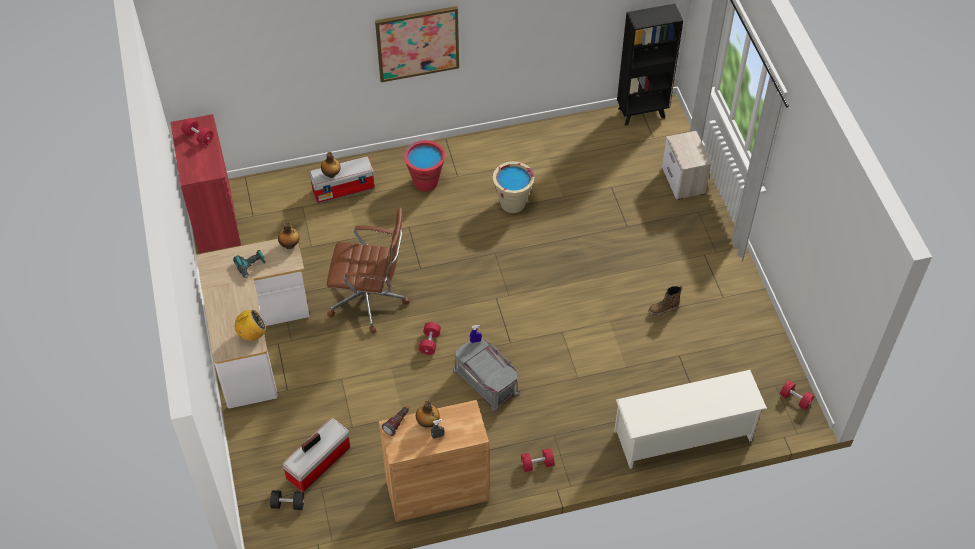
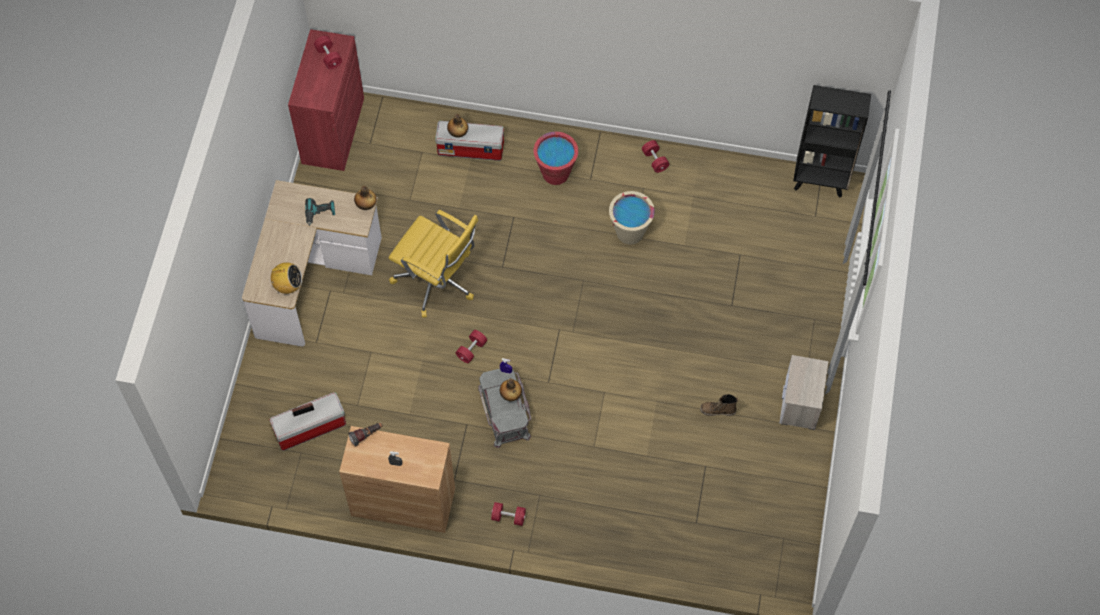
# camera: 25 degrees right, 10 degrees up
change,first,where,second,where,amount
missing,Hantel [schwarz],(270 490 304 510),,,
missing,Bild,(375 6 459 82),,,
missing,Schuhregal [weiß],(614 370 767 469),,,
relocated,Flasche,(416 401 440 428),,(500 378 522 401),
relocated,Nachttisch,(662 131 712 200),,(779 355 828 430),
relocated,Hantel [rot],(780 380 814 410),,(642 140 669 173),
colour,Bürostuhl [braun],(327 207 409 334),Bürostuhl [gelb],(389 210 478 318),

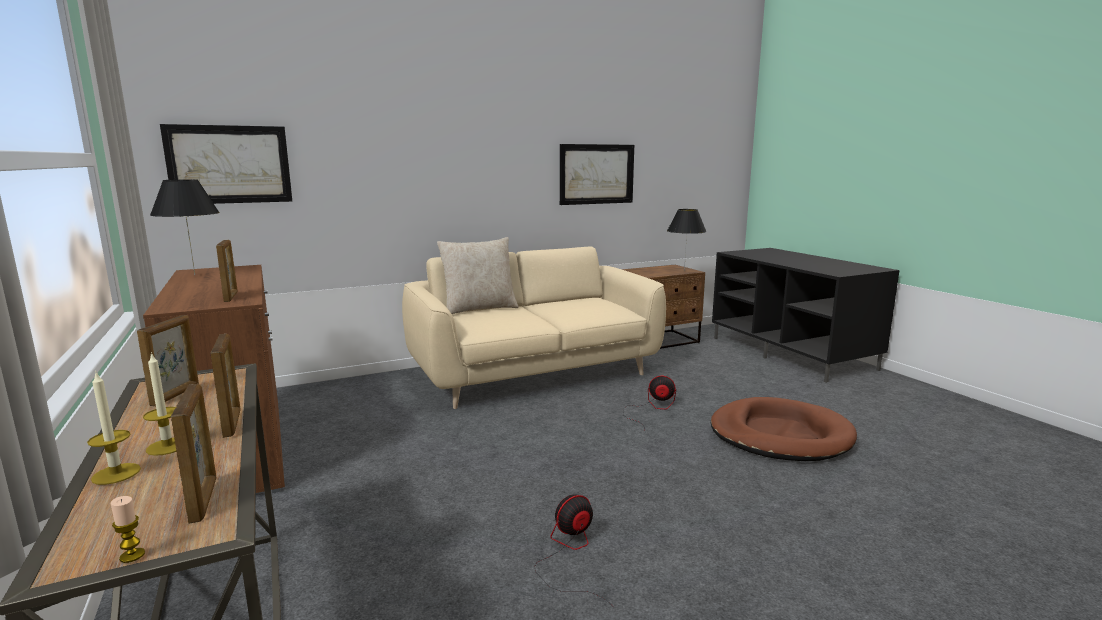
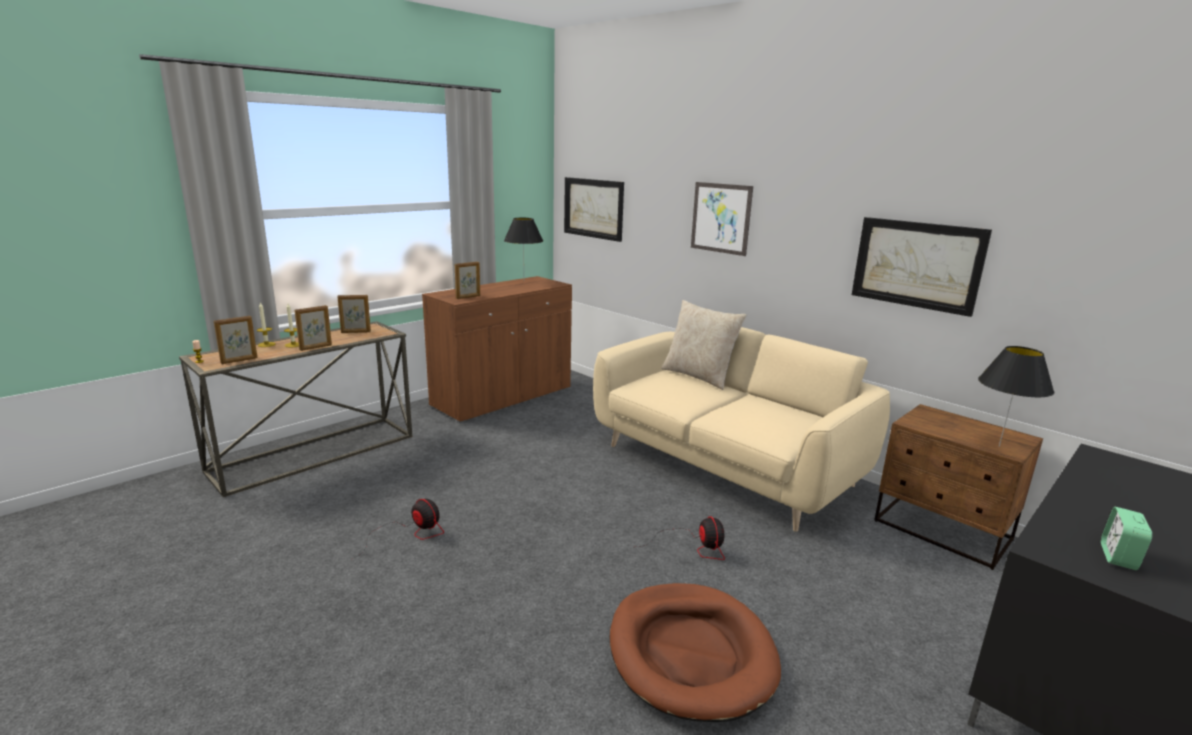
# camera: 70 degrees right, 5 degrees up
change,first,where,second,where,amount
appeared,,,Bild,(691 182 753 256),
appeared,,,Wecker,(1101 507 1152 570),

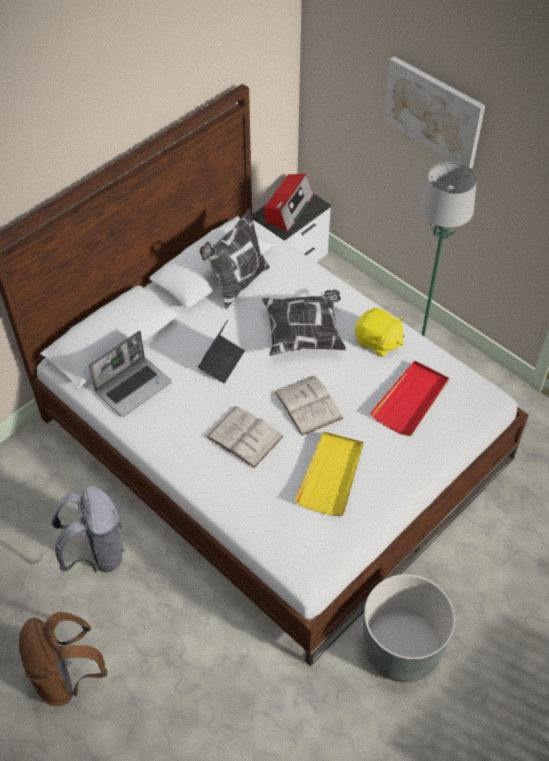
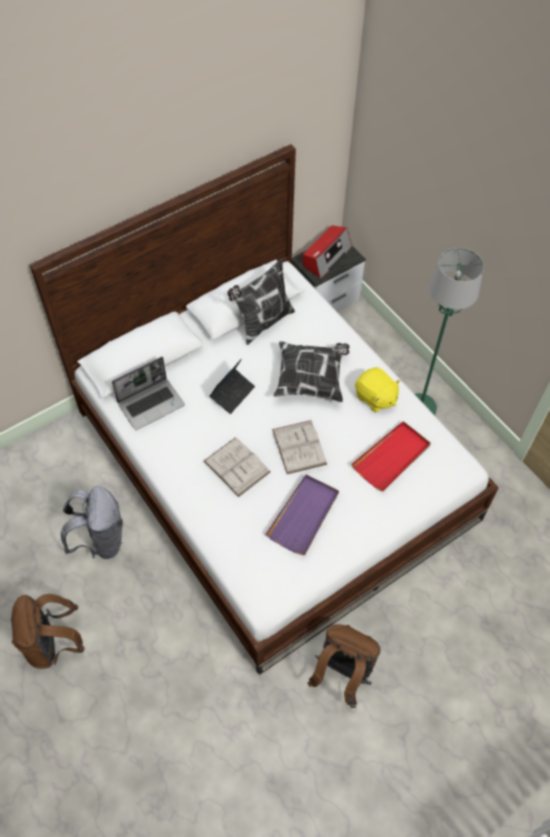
# camera: 10 degrees right, 5 degrees up
change,first,where,second,where,amount
missing,Bild,(383 56 485 168),,,
exchanged,Pflanzkübel [grau],(363 574 455 683),Rucksack [braun],(307 624 380 708),
colour,Tablett [gelb],(294 432 364 516),Tablett [lila],(265 475 339 555),

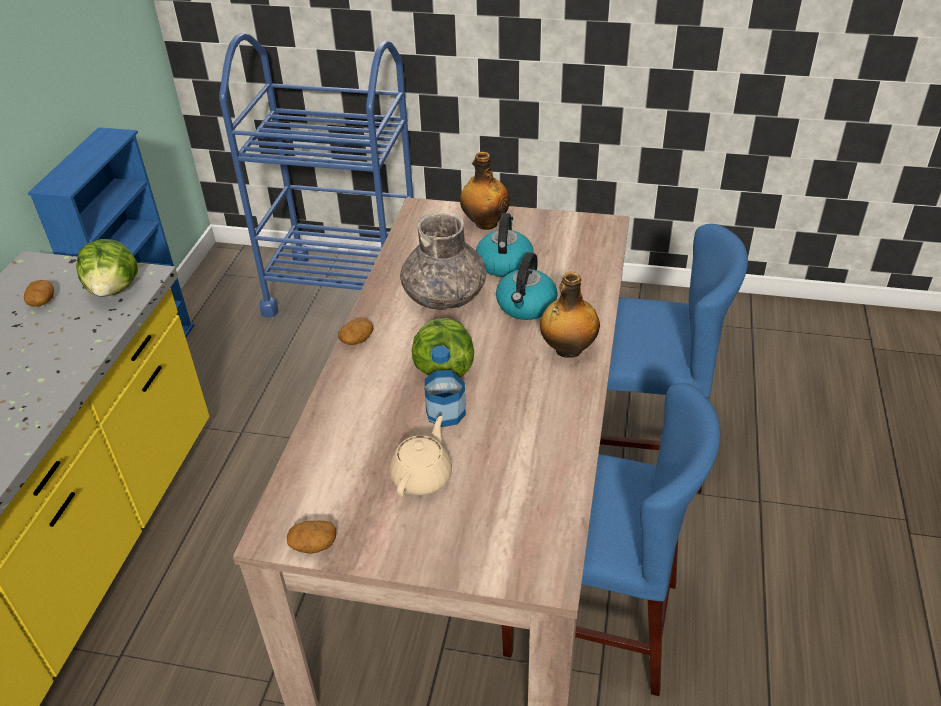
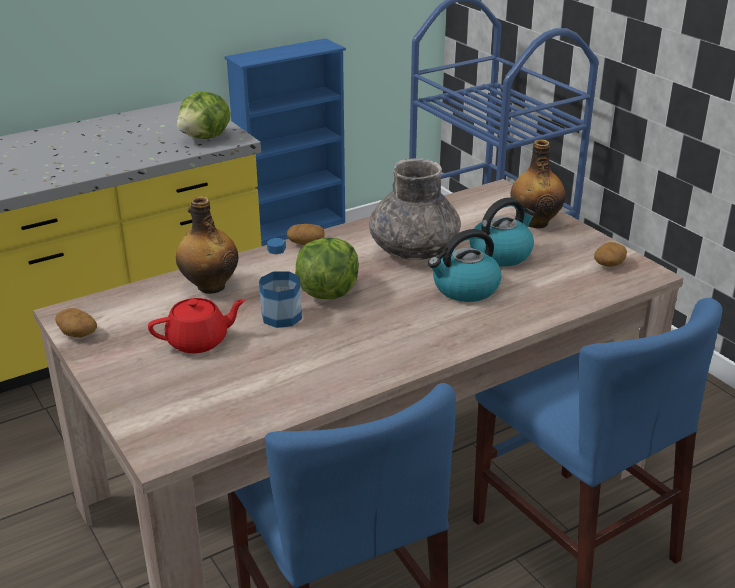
# camera: 45 degrees right, 10 degrees down
change,first,where,second,where,amount
relocated,Kartoffel,(24 280 54 307),,(594 242 627 267),
relocated,Flasche,(540 272 600 358),,(176 196 238 294),
colour,Teekanne [beige],(390 416 452 497),Teekanne [rot],(148 298 246 353),

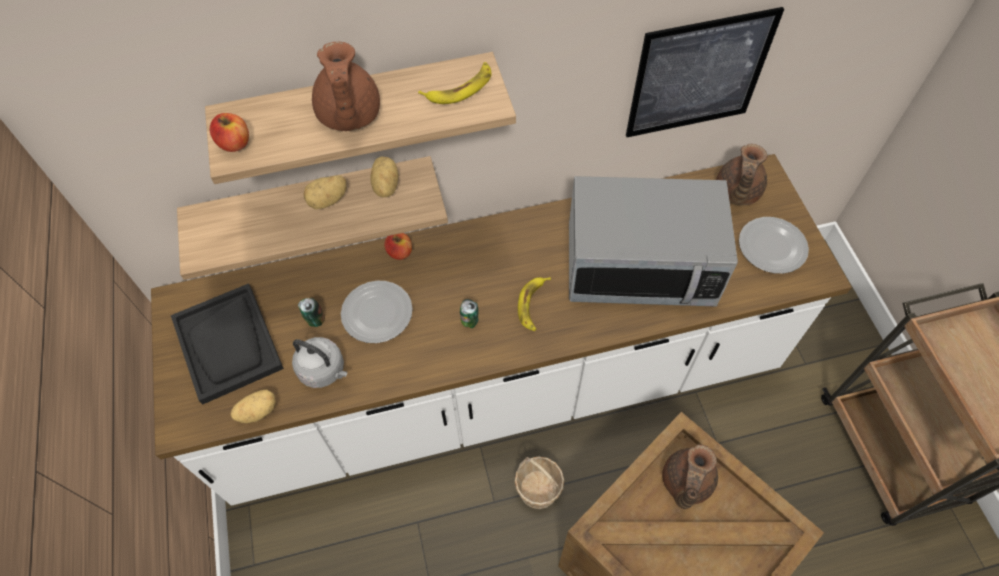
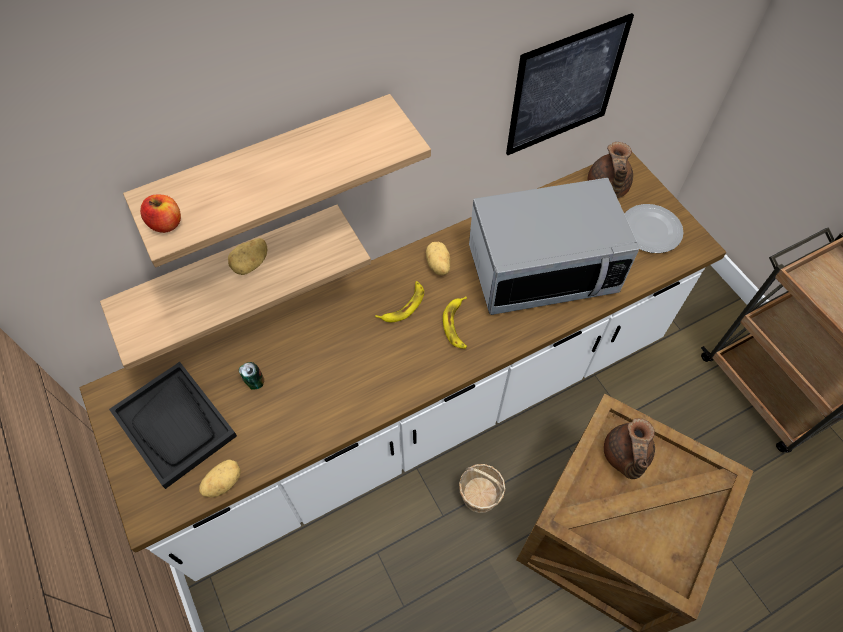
# camera: 15 degrees left, 0 degrees up
change,first,where,second,where,amount
missing,Wasserkessel [grau],(292 337 347 388),,,
missing,Teekanne [braun],(312 42 380 131),,,
missing,Teller,(341 281 413 343),,,
missing,Apfel,(384 233 412 260),,,
missing,Dose,(460 299 479 328),,,
relocated,Kartoffel,(370 156 399 197),,(426 242 451 275),
relocated,Banane,(418 62 492 104),,(375 281 424 322),

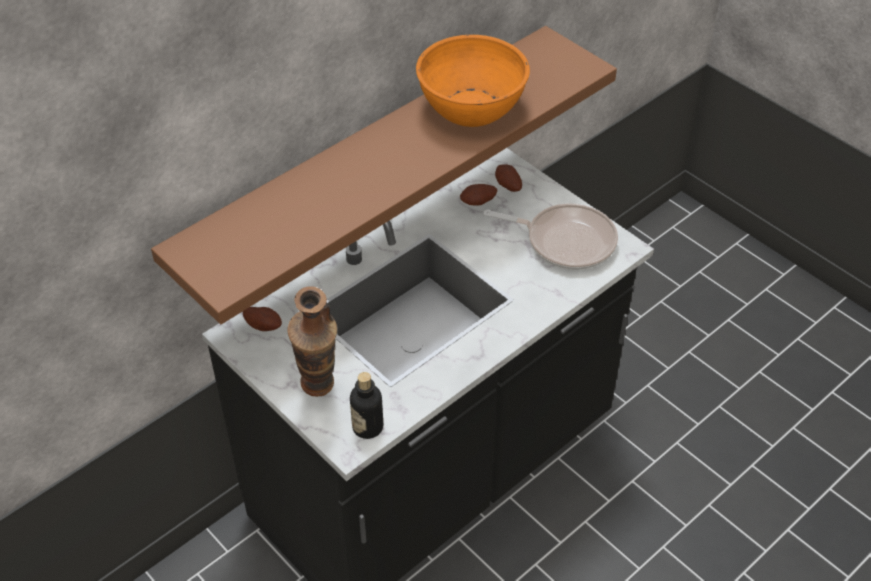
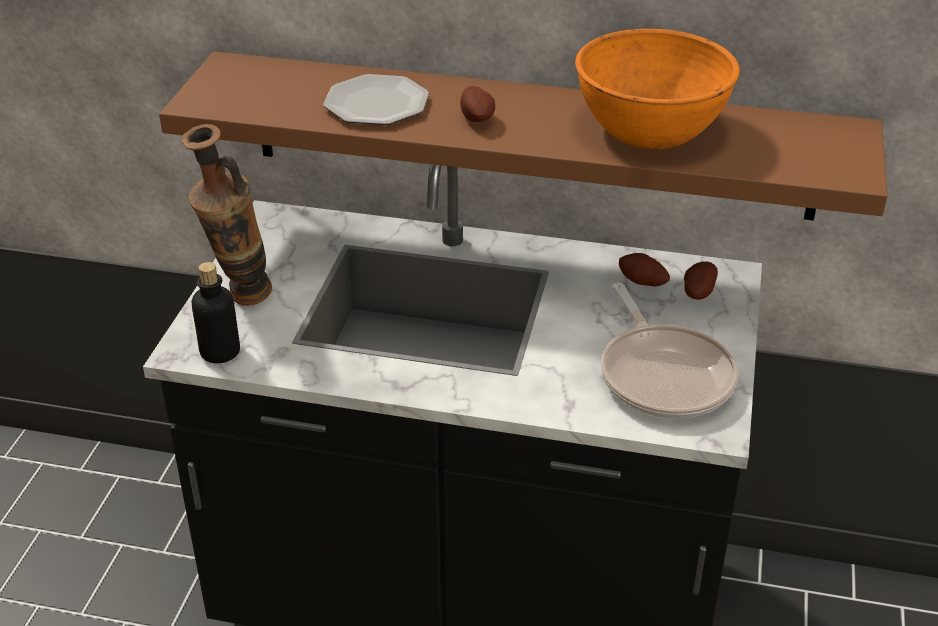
# camera: 55 degrees right, 10 degrees down
change,first,where,second,where,amount
appeared,,,Teller,(323 74 429 125),
relocated,Kartoffel,(243 307 282 331),,(460 86 495 122),

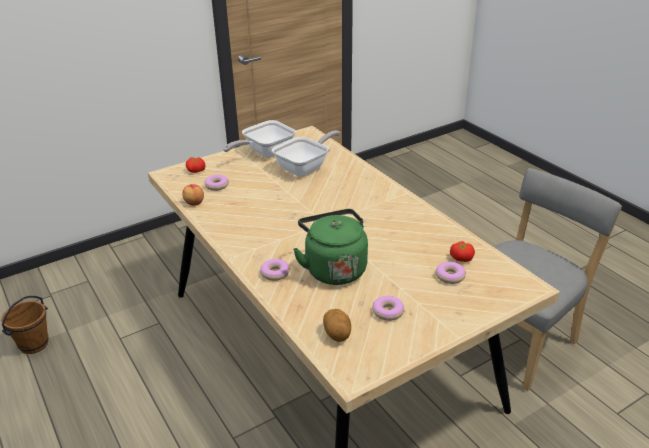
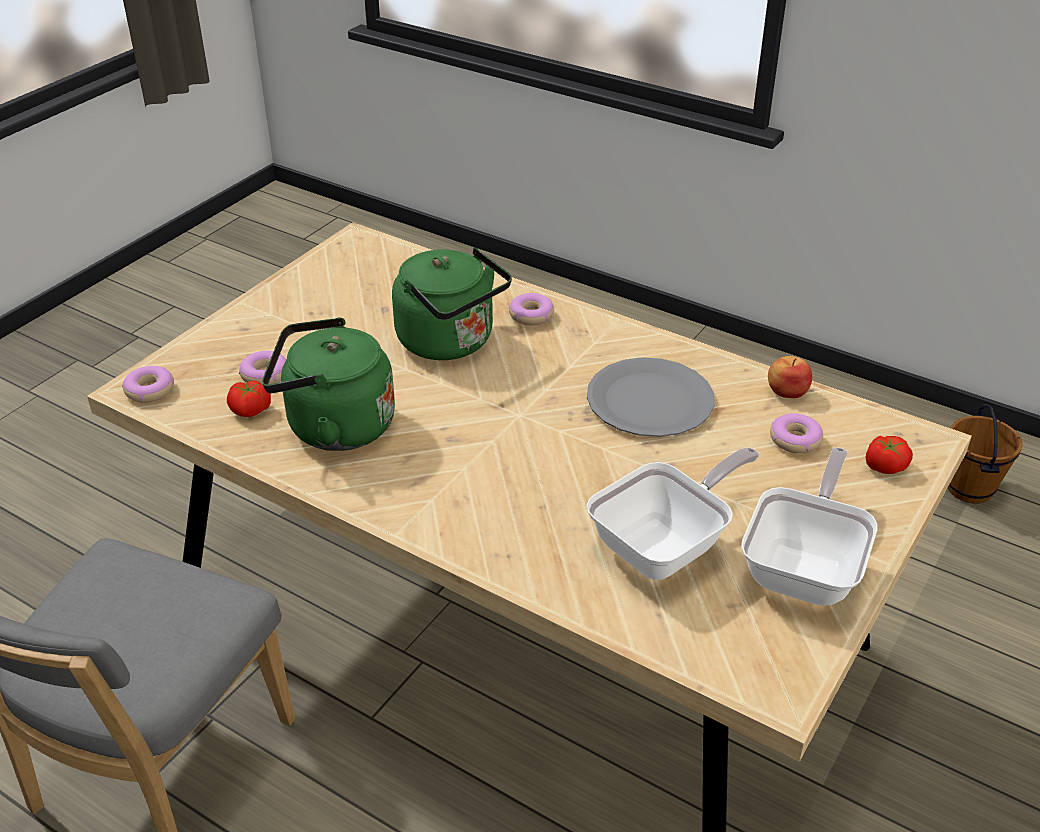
# camera: 155 degrees right, 5 degrees up
change,first,where,second,where,amount
missing,Kartoffel,(323 309 351 342),,,
appeared,,,Wasserkessel [grün],(262 317 395 451),
appeared,,,Teller [grau],(587 357 715 437),
relocated,Donut,(372 296 405 321),,(122 366 174 403),
spun,Pfanne,(272 131 341 177),,(586 447 760 580),150 degrees counterclockwise

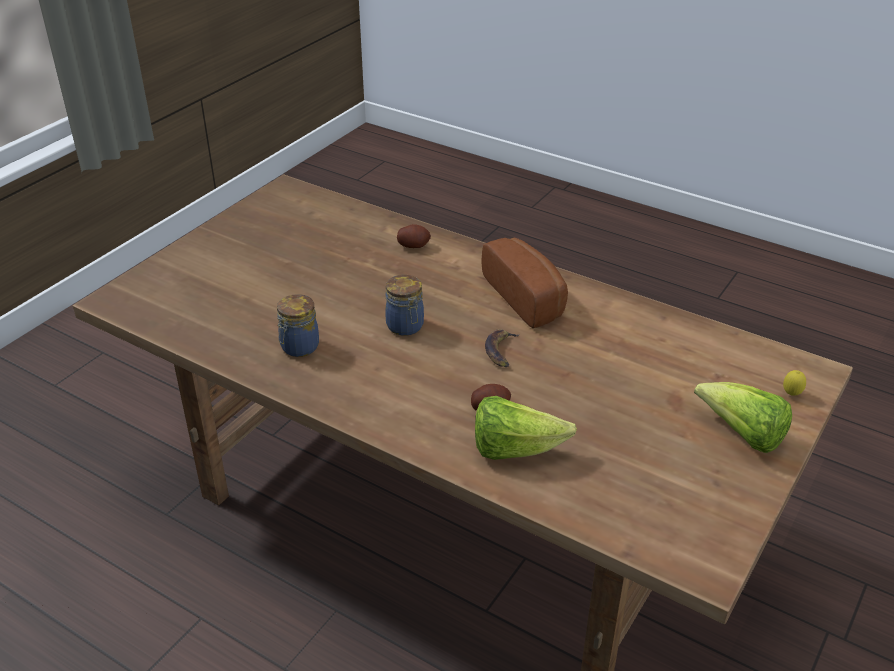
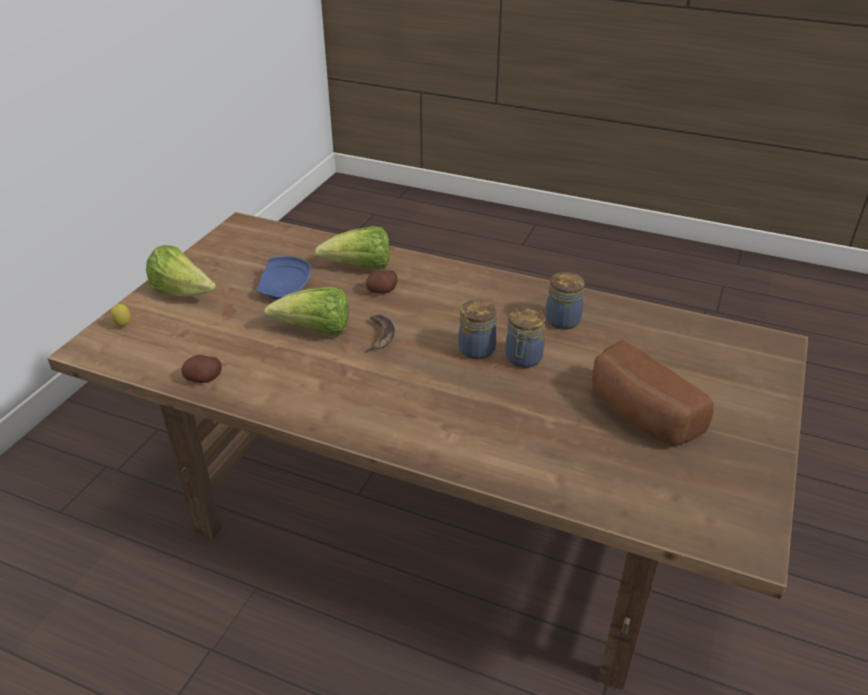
# camera: 170 degrees right, 0 degrees up
change,first,where,second,where,amount
appeared,,,Teller [blau],(256 256 311 300),
appeared,,,Salatkopf,(264 287 348 335),
appeared,,,Vorratsglas,(505 307 546 368),
relocated,Kartoffel,(397 224 431 248),,(181 355 222 383),
relocated,Brot,(481 237 568 328),,(592 340 714 446),

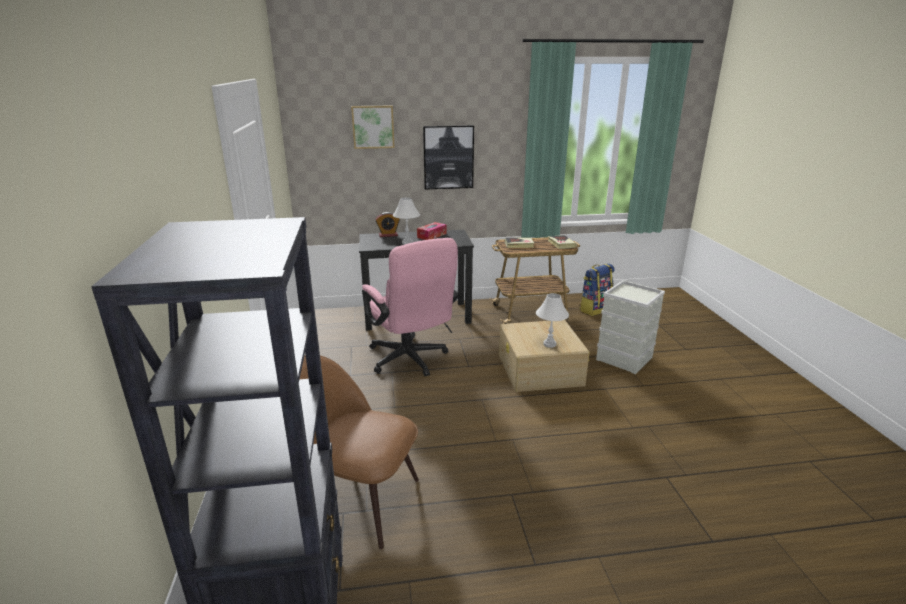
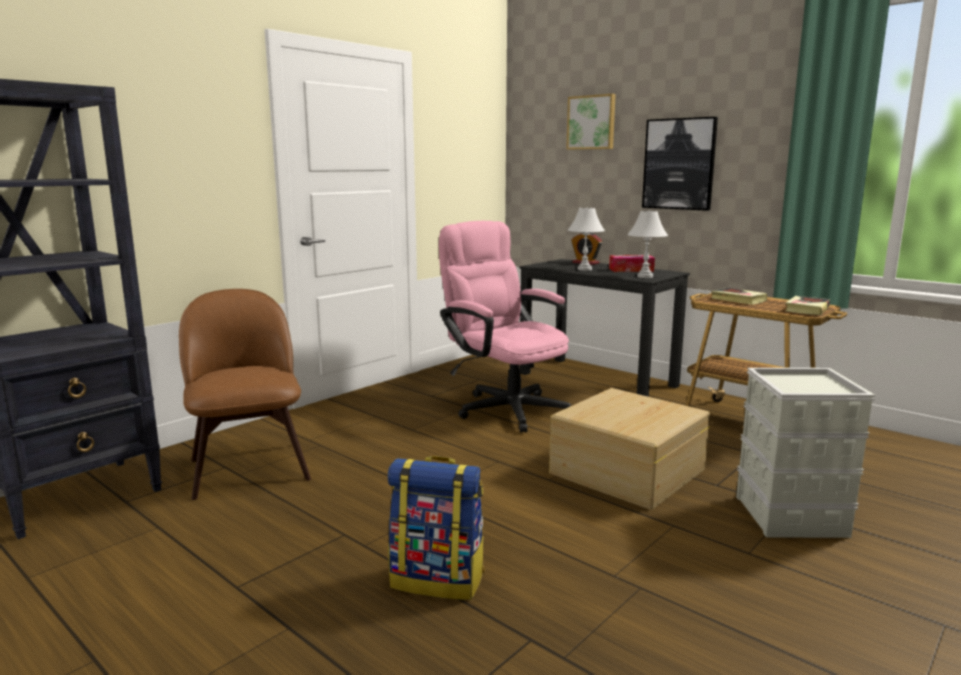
# camera: 50 degrees right, 10 degrees down
change,first,where,second,where,amount
relocated,Tischlampe [weiß],(536 293 569 348),,(627 211 668 278),
relocated,Rucksack,(579 264 615 316),,(388 456 485 600),
spun,Bürostuhl [rosa],(362 238 459 376),,(439 221 571 433),120 degrees clockwise

